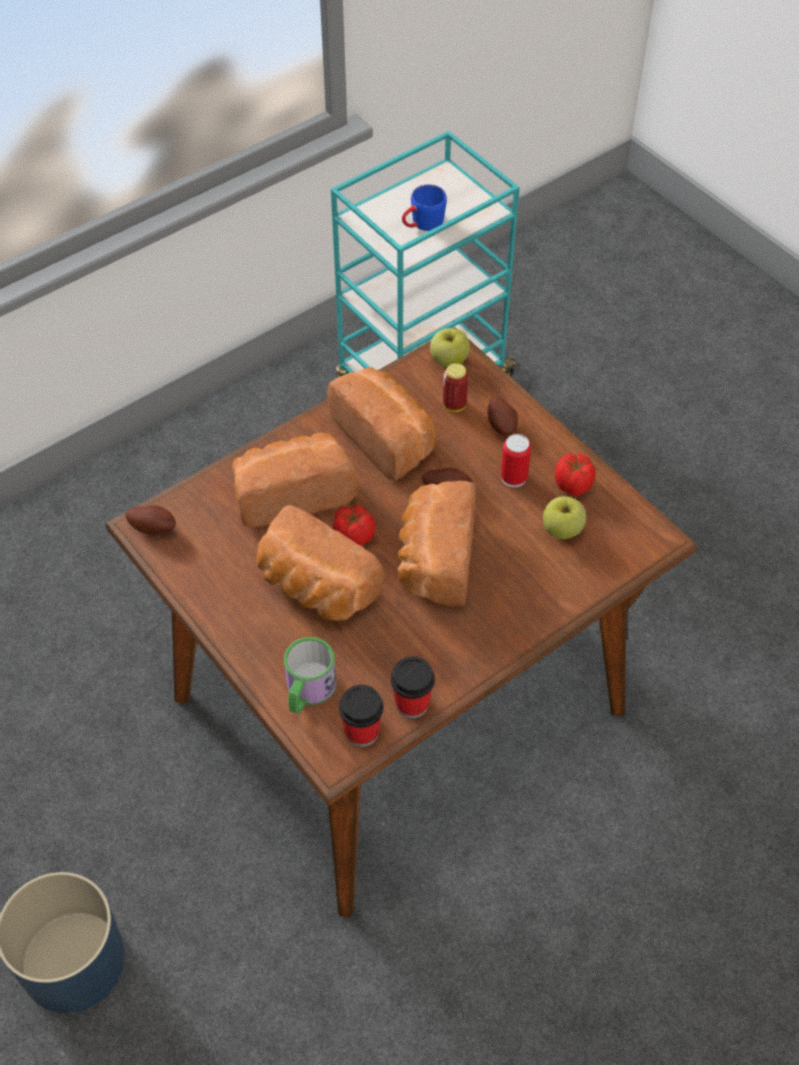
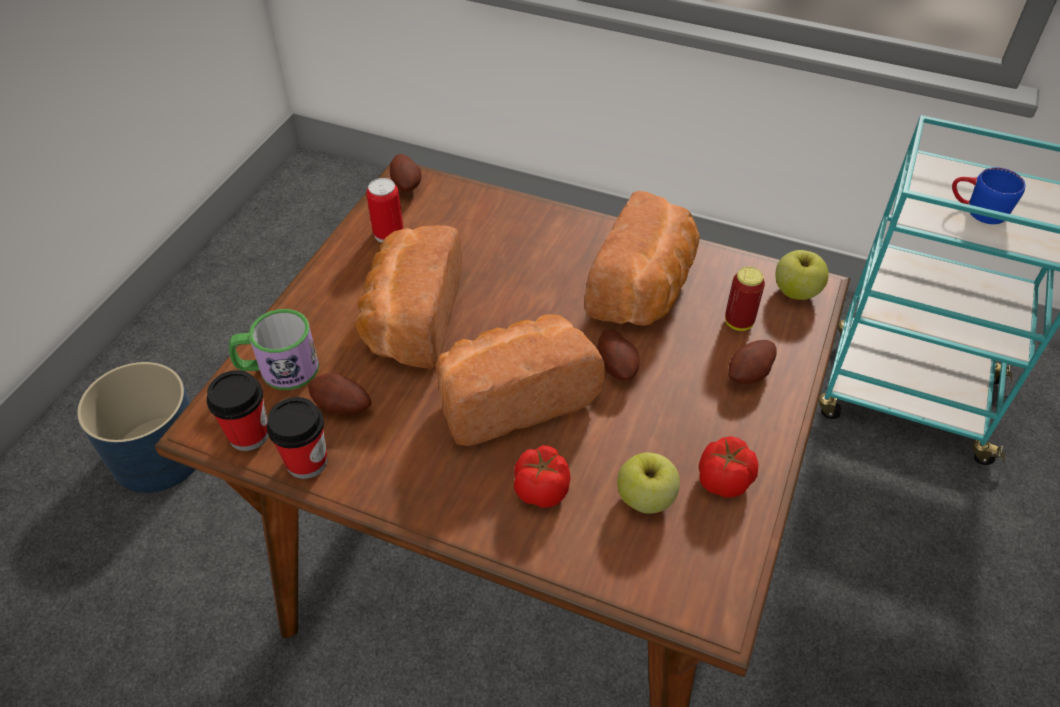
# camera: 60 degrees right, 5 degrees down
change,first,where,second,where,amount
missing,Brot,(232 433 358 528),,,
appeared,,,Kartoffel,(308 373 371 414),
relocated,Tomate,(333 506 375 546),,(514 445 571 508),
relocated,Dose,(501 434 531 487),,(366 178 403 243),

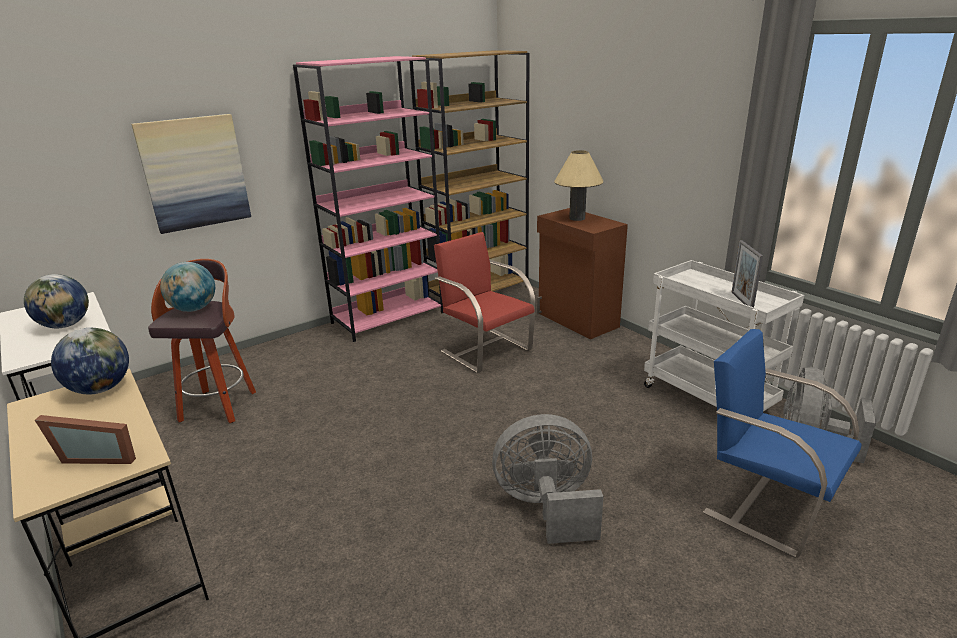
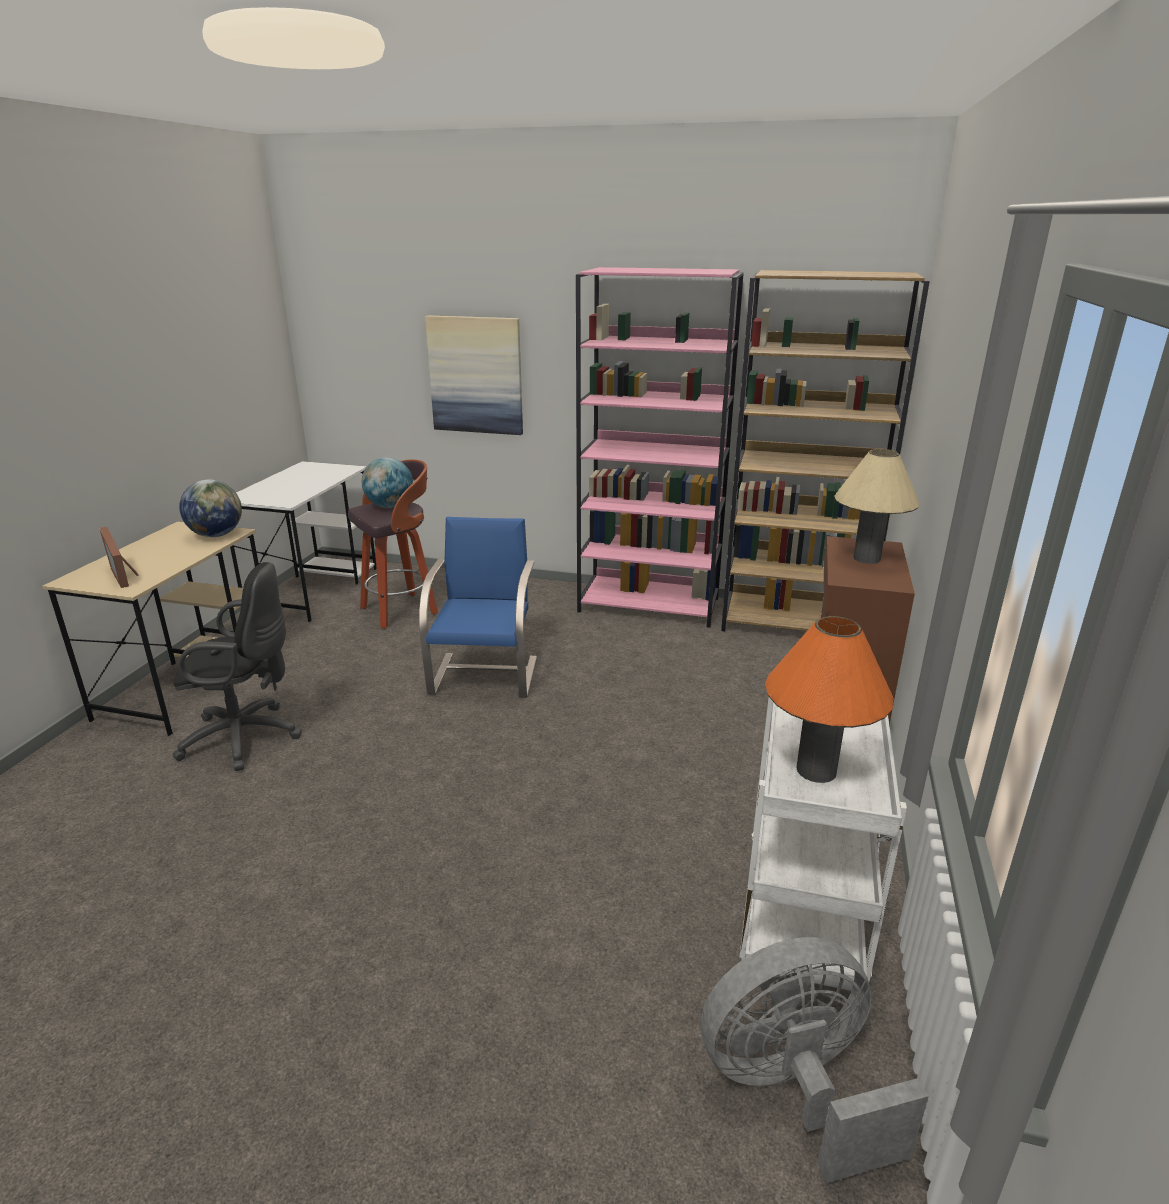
# camera: 50 degrees right, 0 degrees up
change,first,where,second,where,amount
missing,Globus,(24 274 89 328),,,
missing,Stuhl [rot],(434 232 535 373),,,
missing,Ventilator [grau],(492 414 603 544),,,
appeared,,,Bürostuhl [schwarz],(173 562 302 771),
relocated,Stuhl [blau],(703 329 862 558),,(419 517 537 698),
exchanged,Bilderrahmen,(732 240 763 307),Tischlampe [orange],(765 616 894 783),

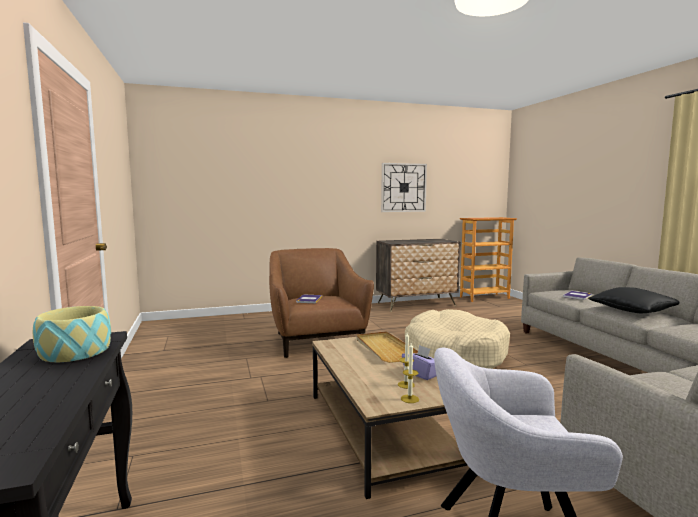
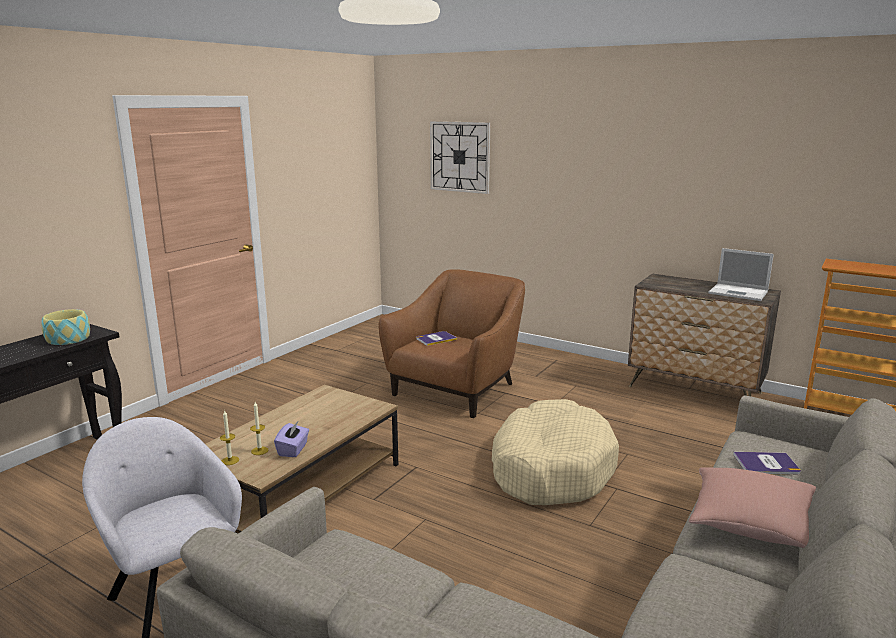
# camera: 50 degrees right, 10 degrees up
change,first,where,second,where,amount
missing,Tablett [beige],(356 331 418 363),,,
appeared,,,Laptop,(709 248 774 301),
relocated,Wanduhr,(381 163 427 212),,(430 121 490 194),
colour,Kissen [schwarz],(588 287 679 313),Kissen [rosa],(689 467 816 548),

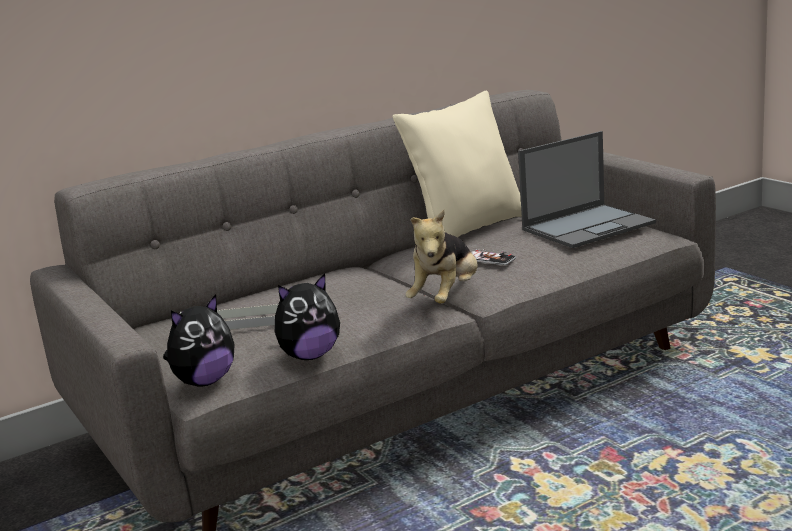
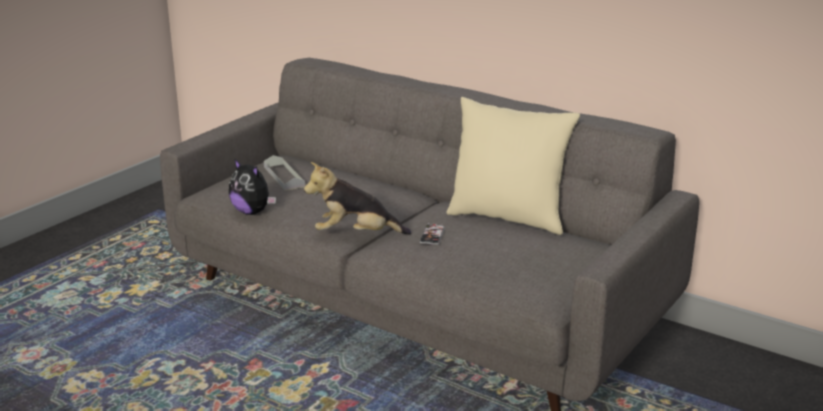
# camera: 65 degrees right, 5 degrees up
change,first,where,second,where,amount
missing,Plüschtier,(163 294 234 387),,,
missing,Laptop,(518 131 656 248),,,

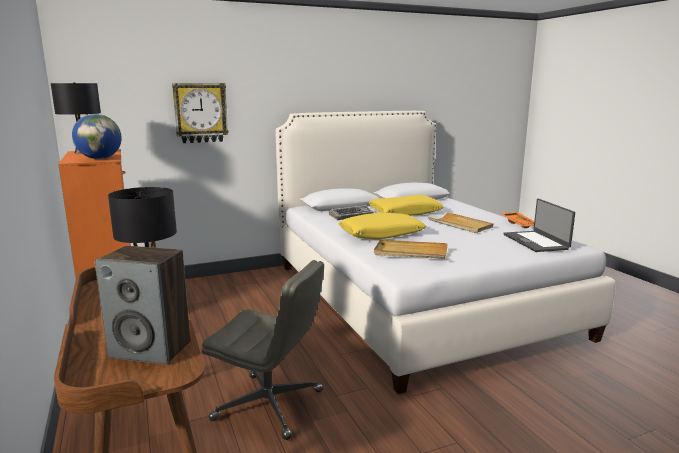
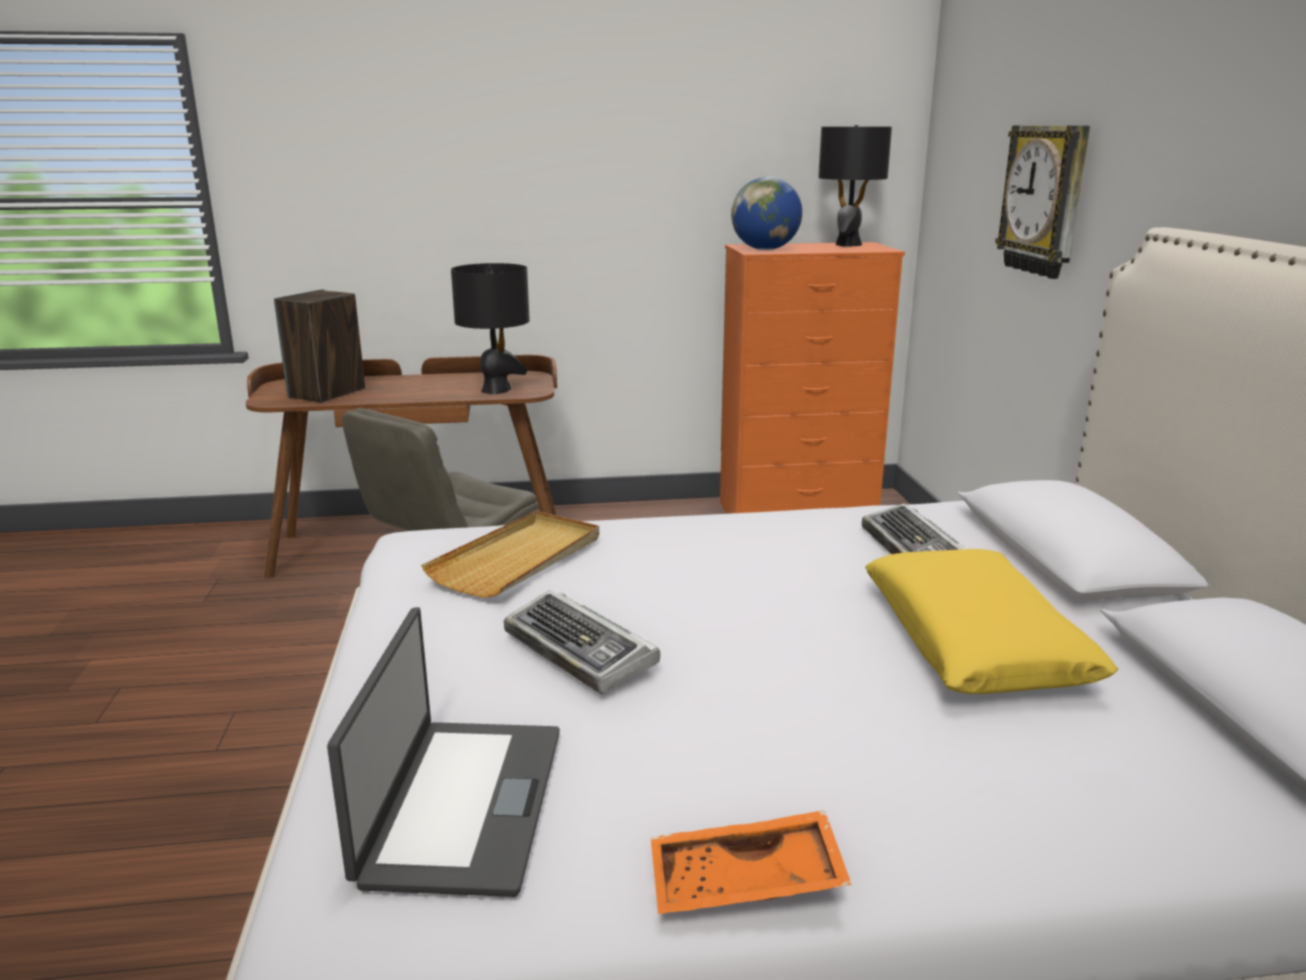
# camera: 105 degrees right, 5 degrees up
change,first,where,second,where,amount
missing,Kissen [gelb],(338 212 426 240),,,
missing,Tablett [beige],(428 212 493 233),,,
appeared,,,Tastatur,(504 590 660 694),
spun,Laptop,(504 199 575 252),,(327 607 560 897),90 degrees clockwise

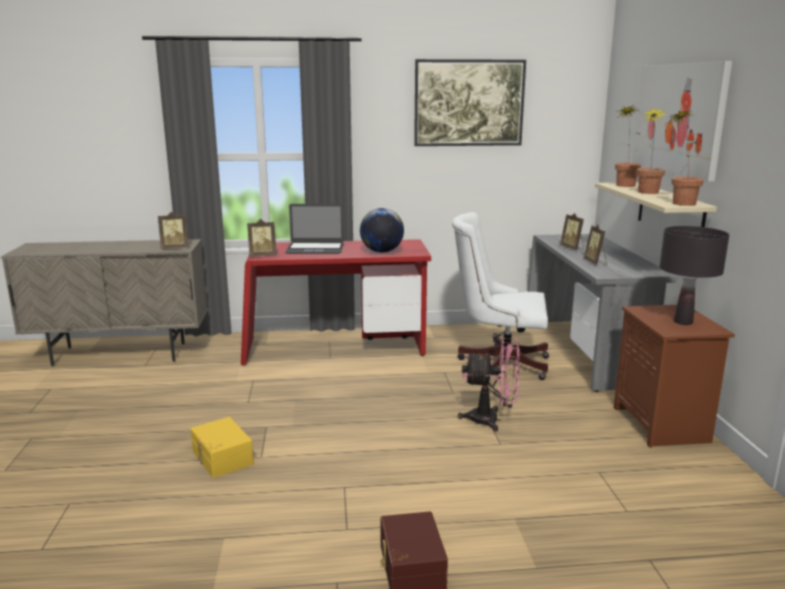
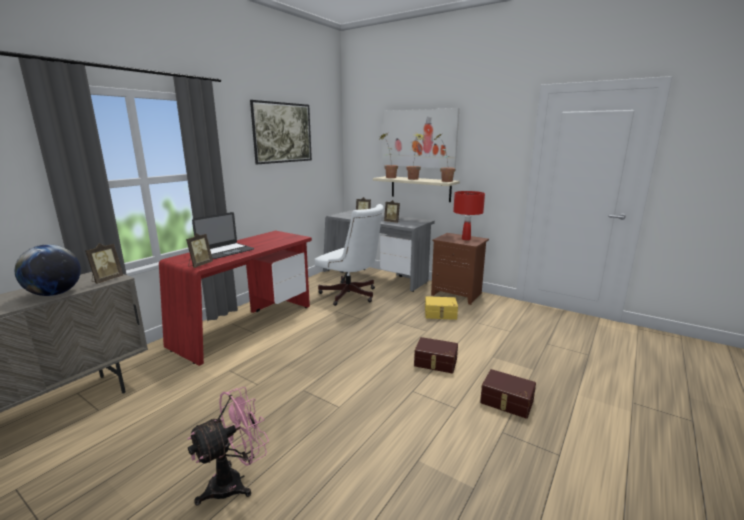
# camera: 50 degrees left, 0 degrees up
change,first,where,second,where,amount
appeared,,,Aufbewahrungsbox [braun],(414 337 458 374),
relocated,Aufbewahrungsbox [gelb],(191 417 254 478),,(425 296 458 320),
relocated,Globus,(360 208 404 253),,(15 245 81 296),
relocated,Ventilator [rosa],(458 338 520 432),,(187 387 269 506),
colour,Tischlampe [schwarz],(659 226 729 325),Tischlampe [rot],(453 191 485 240),
spun,Bürostuhl [weiß],(452 212 549 380),,(314 204 384 306),105 degrees counterclockwise

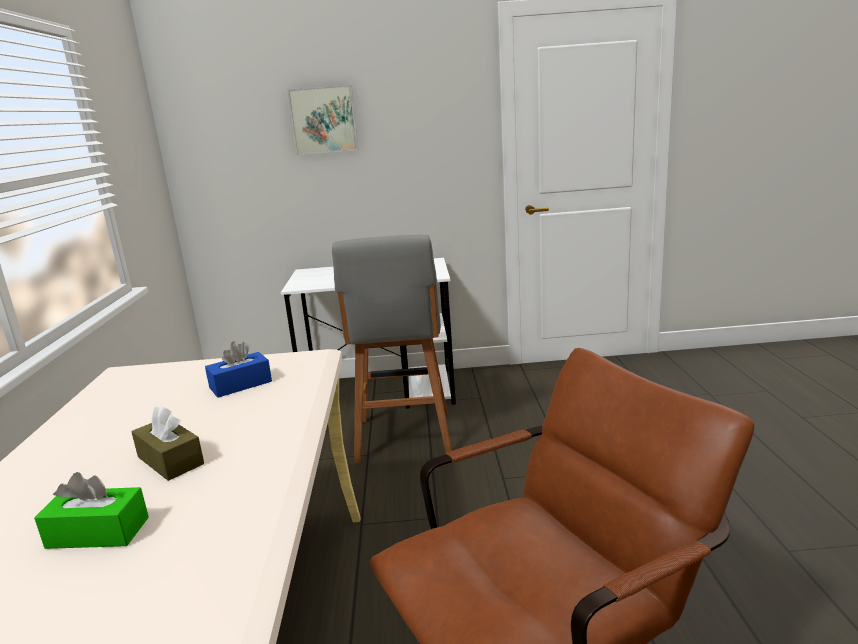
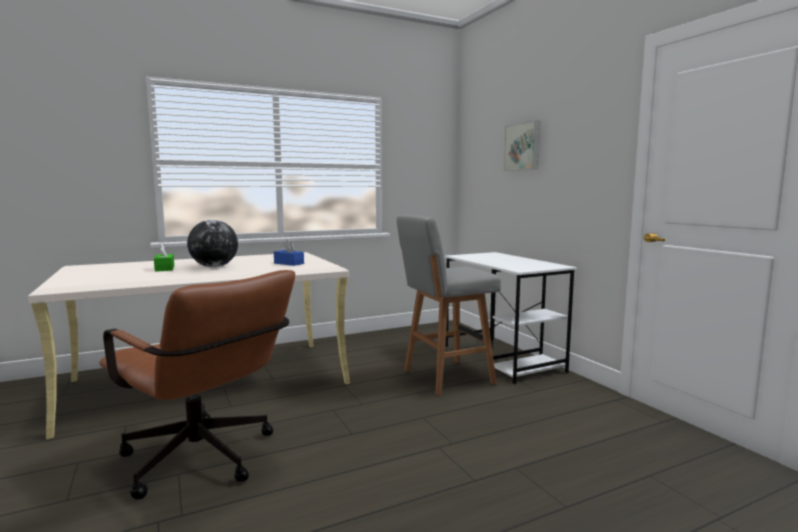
# camera: 65 degrees right, 10 degrees down
change,first,where,second,where,amount
exchanged,Taschentuchbox [braun],(132 405 204 481),Globus,(187 220 238 267),

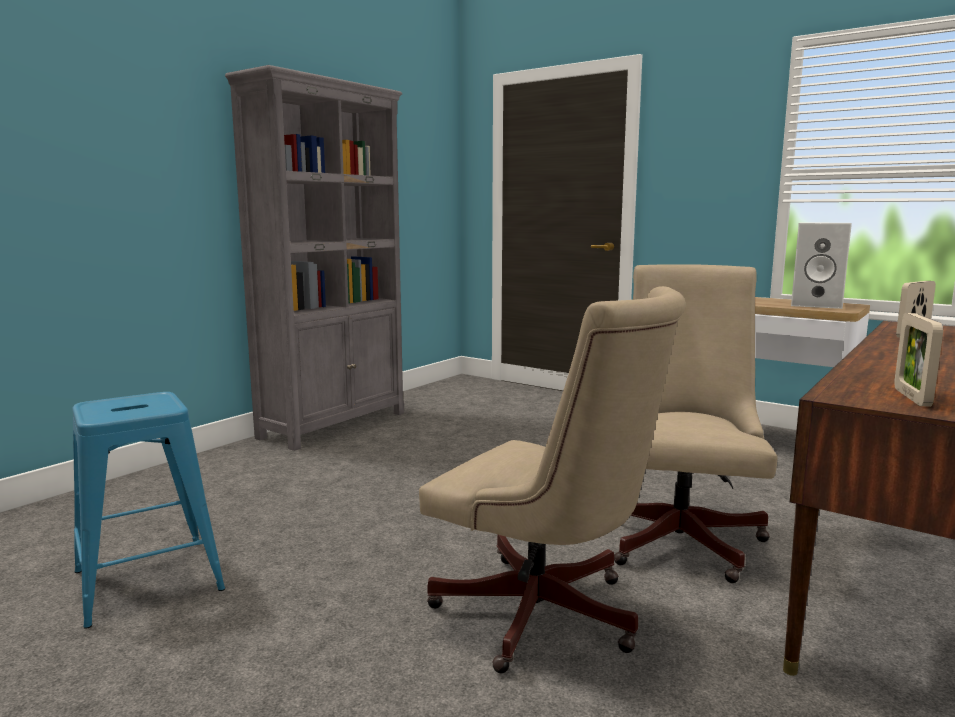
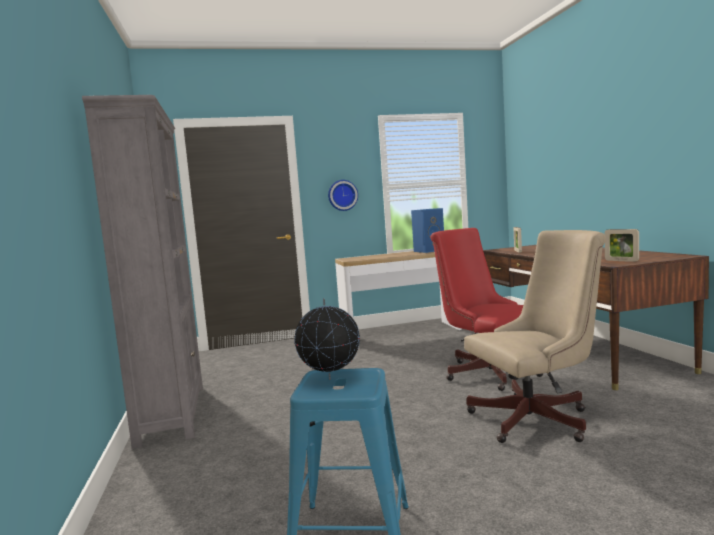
# camera: 50 degrees left, 5 degrees down
change,first,where,second,where,amount
appeared,,,Globus,(295 298 360 380),
appeared,,,Wanduhr,(328 180 358 211),
colour,Bürostuhl [beige],(614 264 777 583),Bürostuhl [rot],(430 228 543 391),
colour,Lautsprecher [weiß],(791 222 852 309),Lautsprecher [blau],(411 208 444 253),

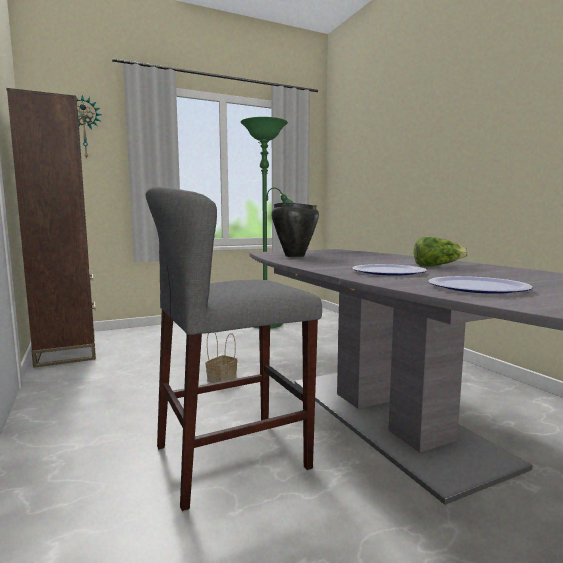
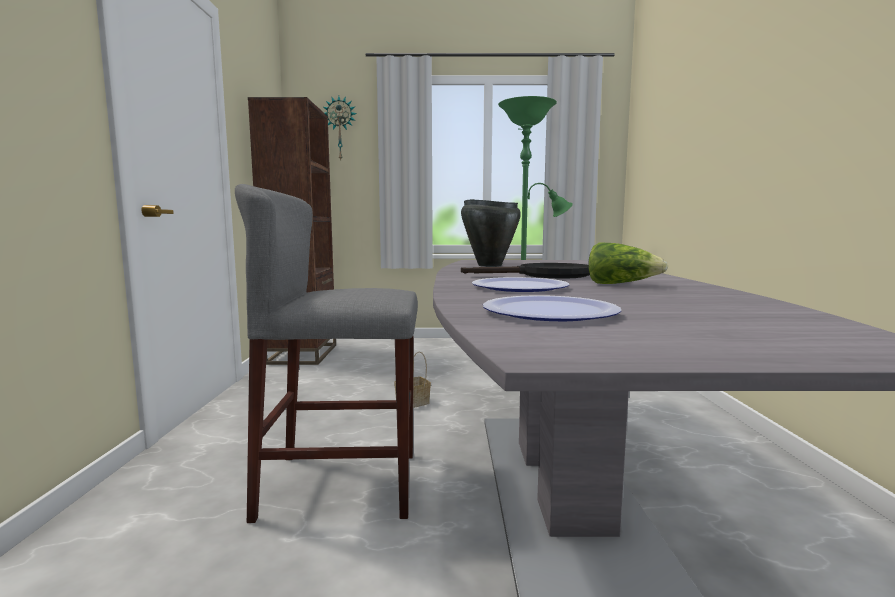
# camera: 25 degrees right, 0 degrees up
change,first,where,second,where,amount
appeared,,,Pfanne [schwarz],(461 263 590 278),

